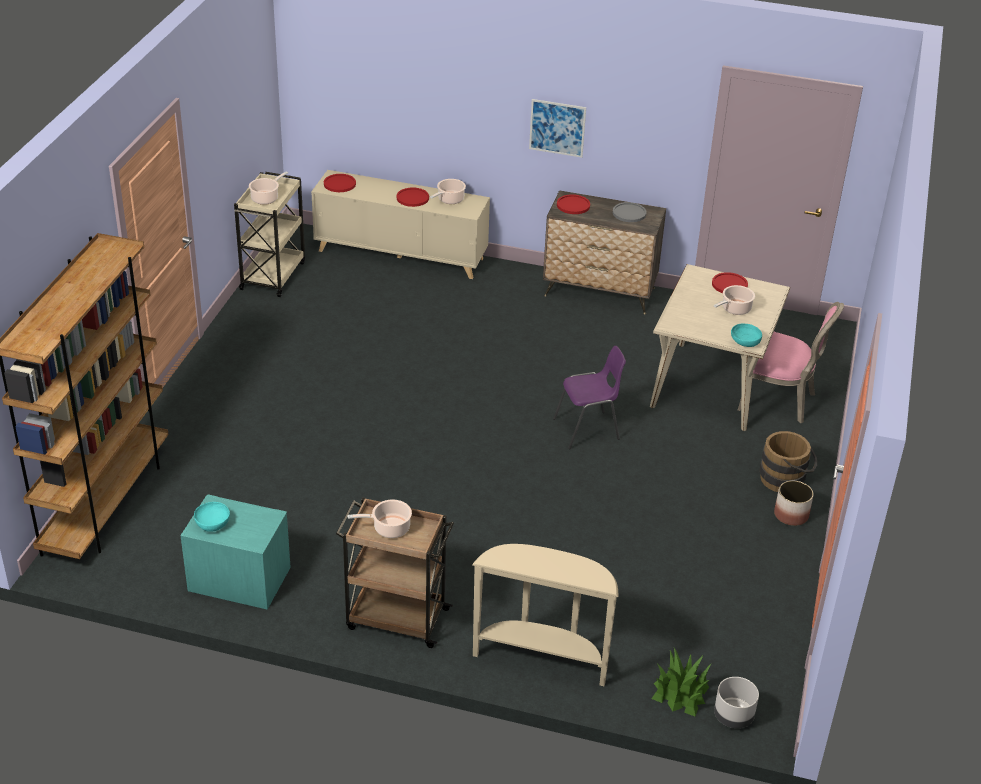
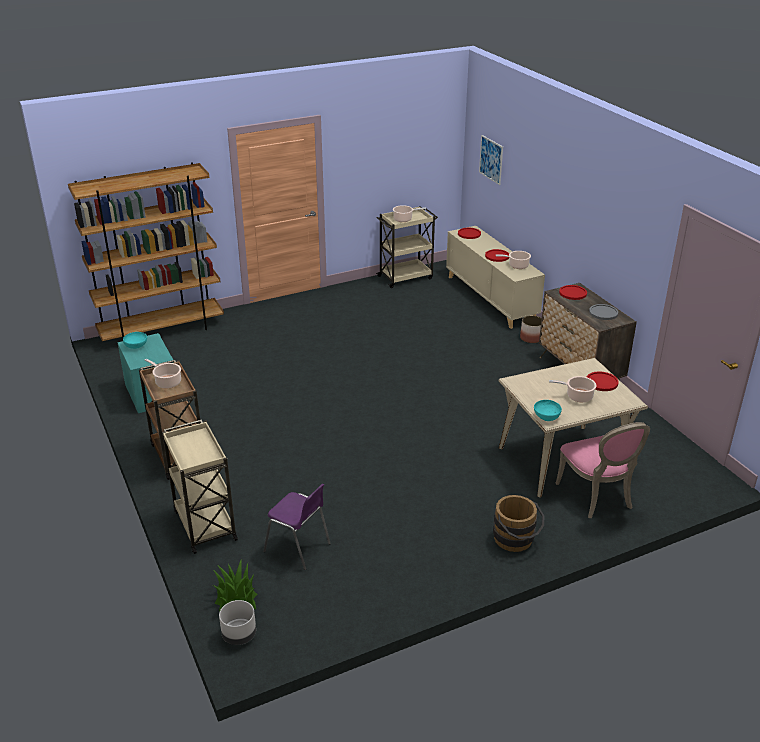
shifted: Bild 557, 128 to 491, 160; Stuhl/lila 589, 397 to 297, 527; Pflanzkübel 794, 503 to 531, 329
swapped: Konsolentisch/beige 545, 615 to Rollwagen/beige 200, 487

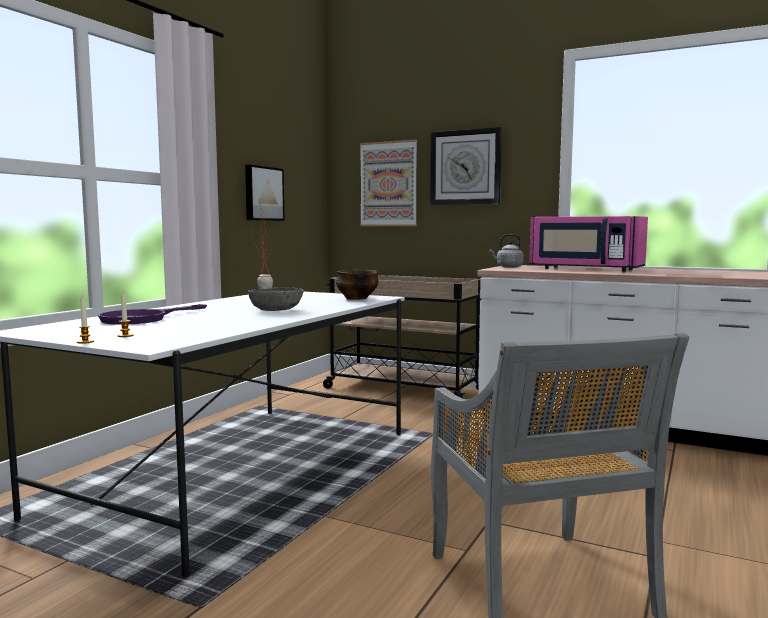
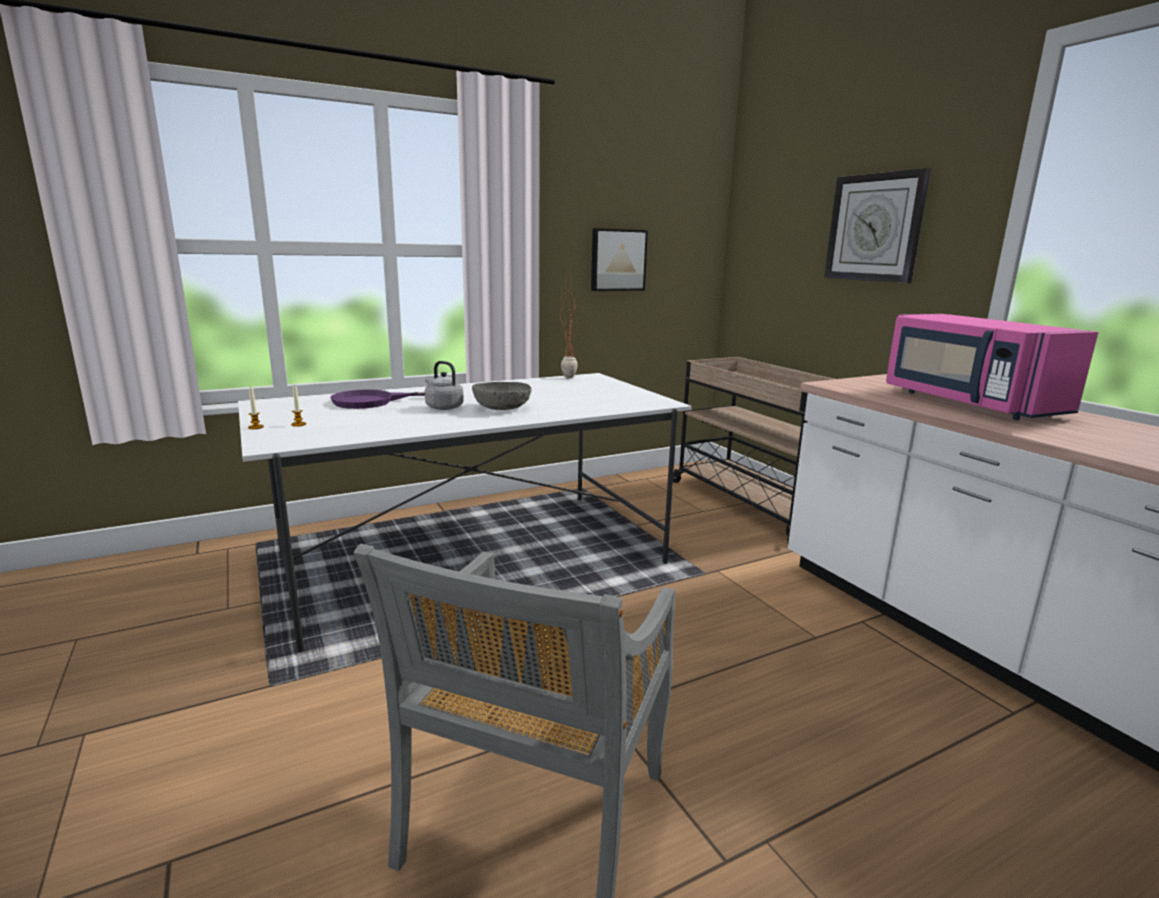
gone: Schüssel 357, 285; Bild 388, 182
shifted: Wasserkessel/grau 506, 250 to 444, 385

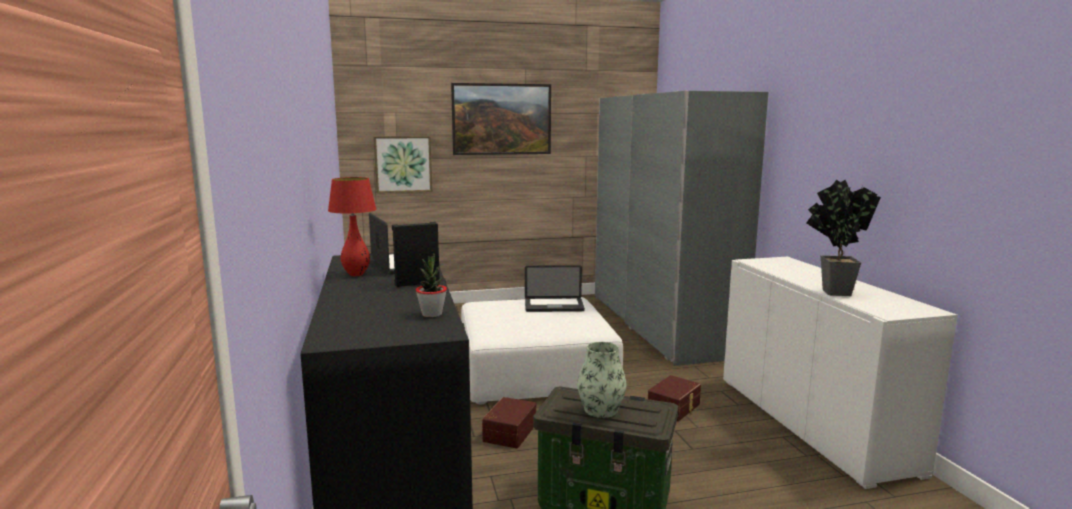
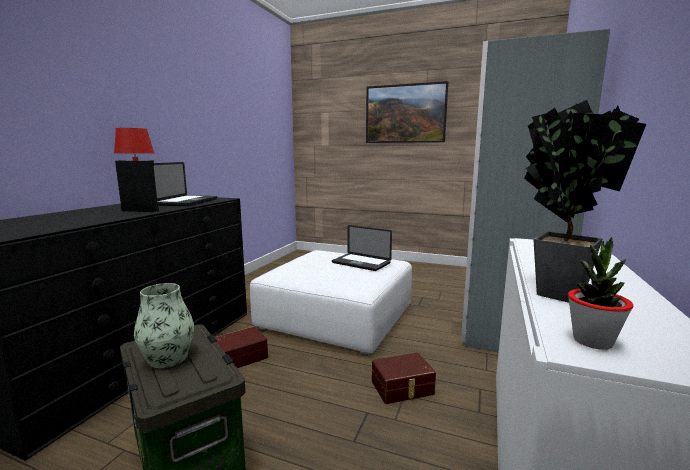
gone: Bild 403, 164
shifted: Topfpflanze 431, 285 to 600, 293

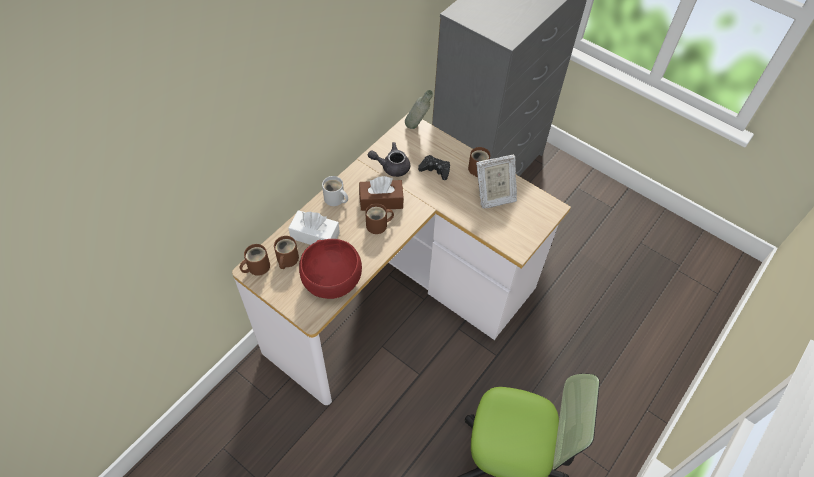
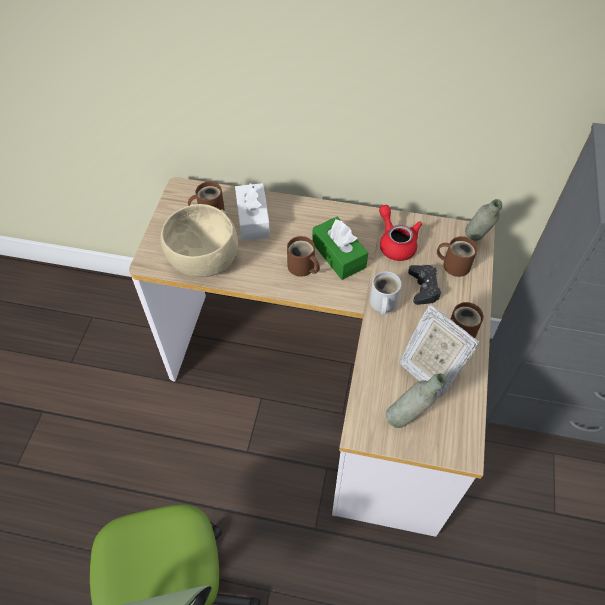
new: Flasche/grau 416, 400
shifted: Henkelbecher/braun 255, 260 to 457, 256; Henkelbecher/weiß 335, 191 to 386, 293
repainted: Schüssel/rot 330, 269 to Schüssel/beige 199, 240; Taschentuchbox/braun 381, 193 to Taschentuchbox/grün 340, 248; Teekanne/grau 389, 159 to Teekanne/rot 400, 233

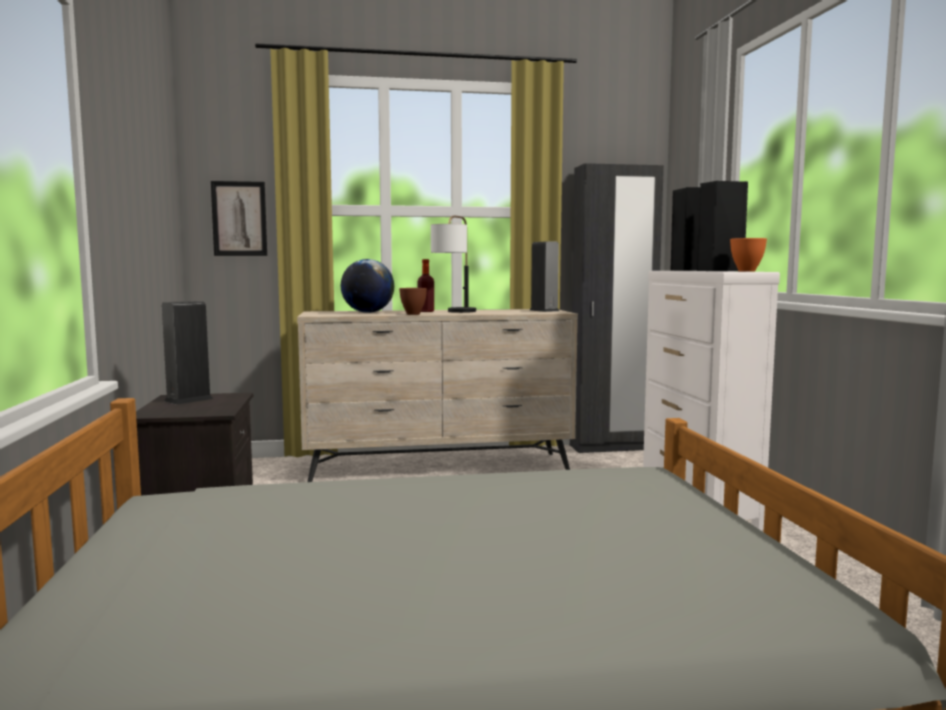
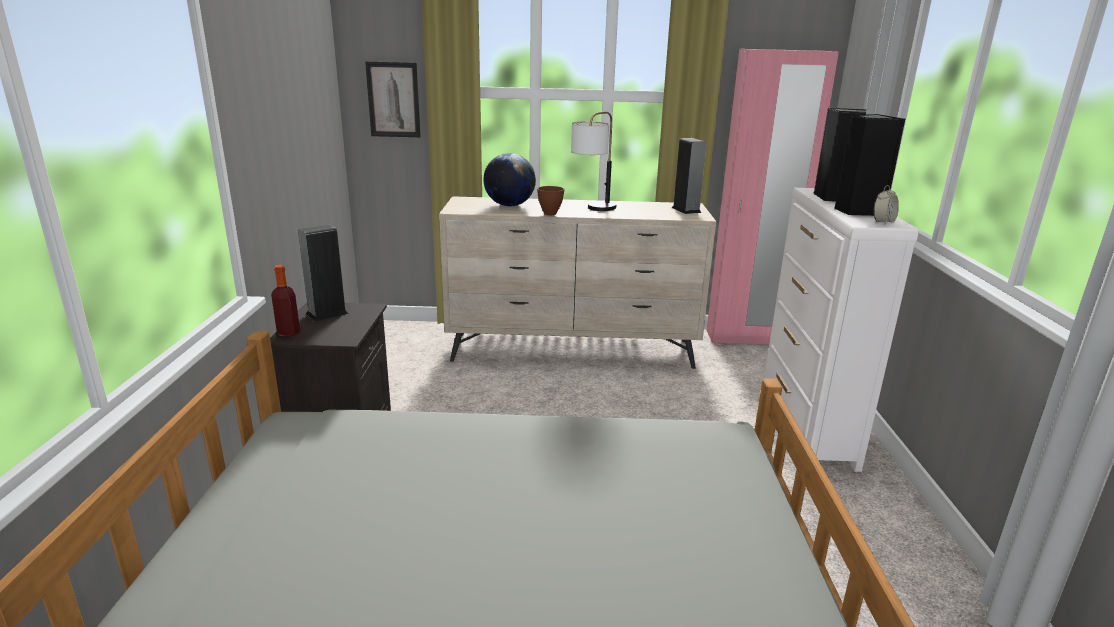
shifted: Flasche 426, 285 to 285, 301
swapped: Schüssel/orange 748, 255 to Wecker 886, 205
repainted: Kleiderschrank/schwarz 617, 308 to Kleiderschrank/rosa 773, 196

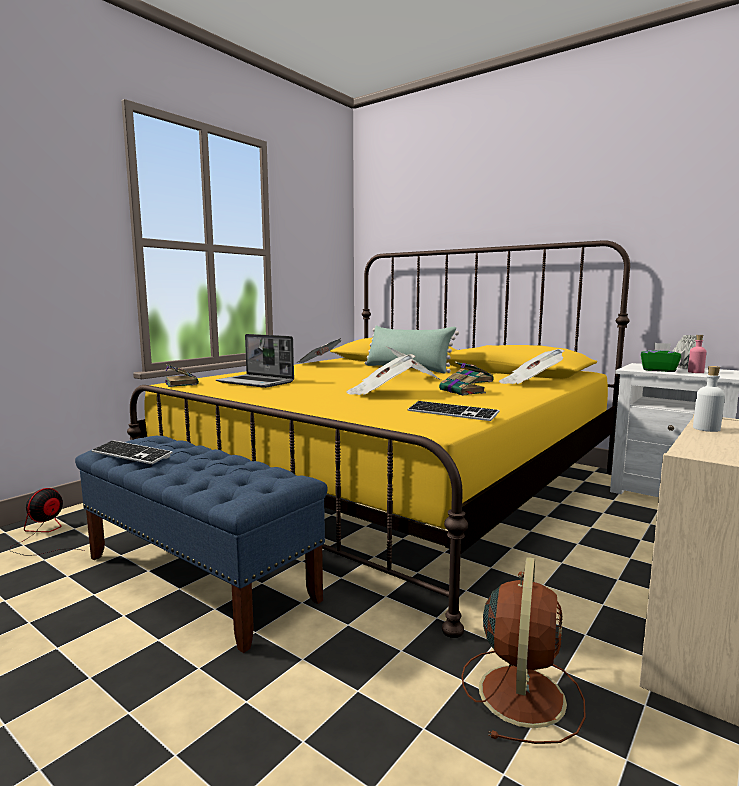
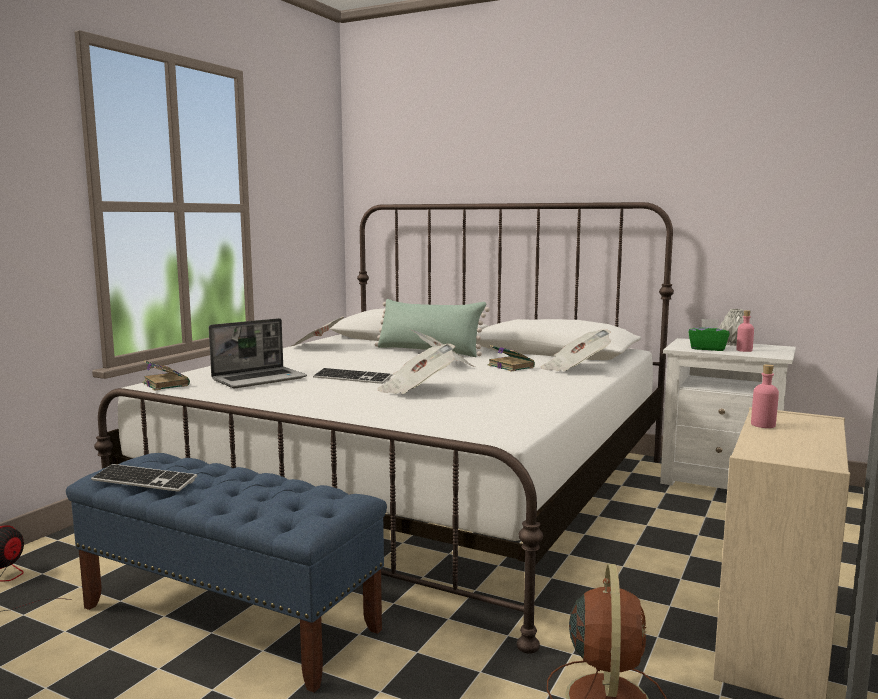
gone: Buch 462, 382
shifted: Tastatur 454, 411 to 352, 376
repainted: Bett/gelb 378, 439 to Bett/weiß 384, 428; Flasche/weiß 709, 399 to Flasche/rosa 765, 396
rotated: Laptop 255, 361 = 258, 353 60 degrees counterclockwise

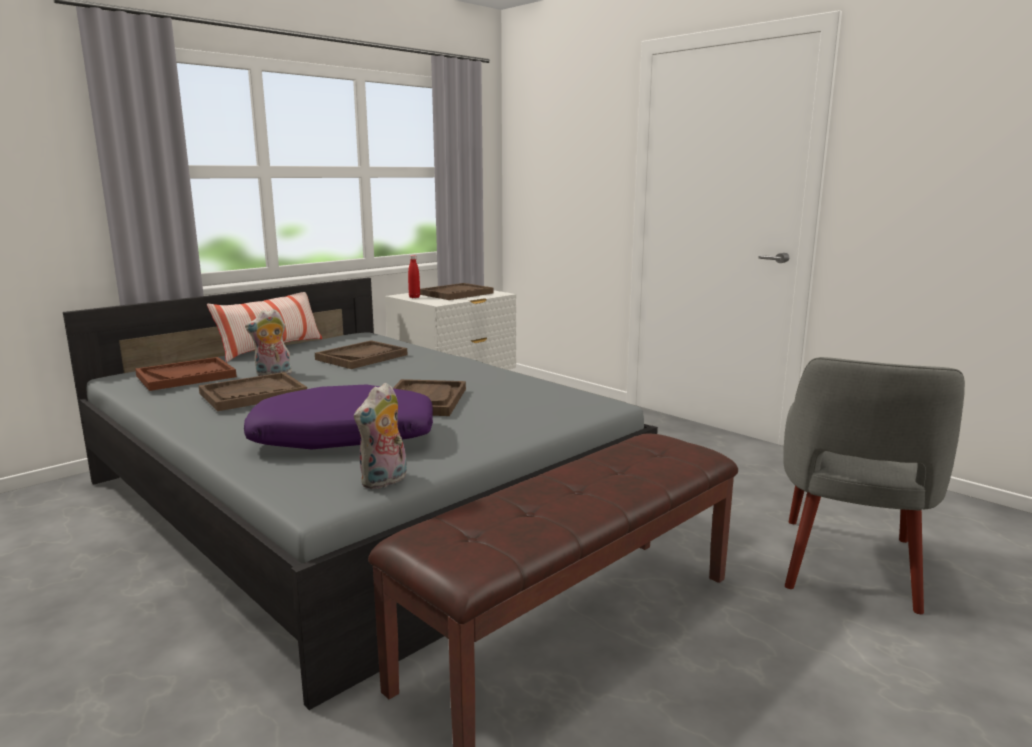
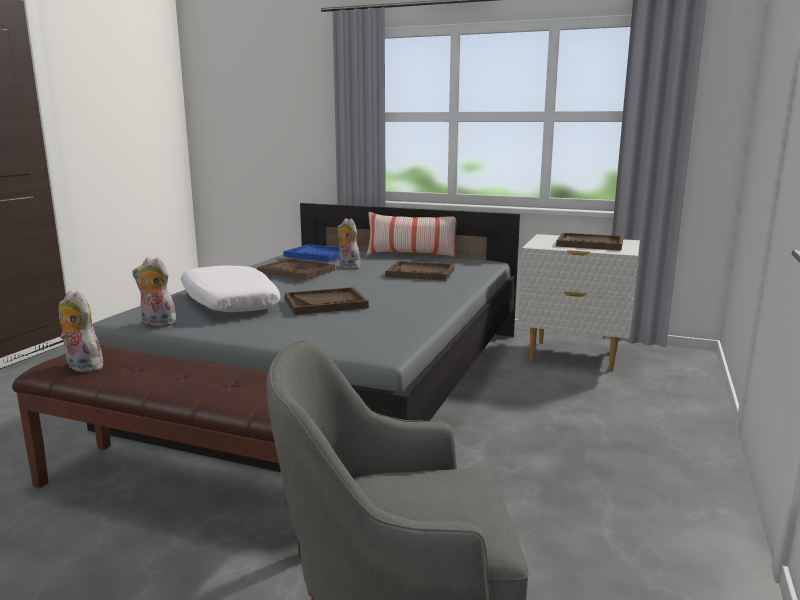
gone: Flasche/rot 414, 276
new: Plüschtier 80, 331
repainted: Tablett/braun 186, 374 to Tablett/blau 311, 253; Kissen/lila 338, 417 to Kissen/weiß 231, 288

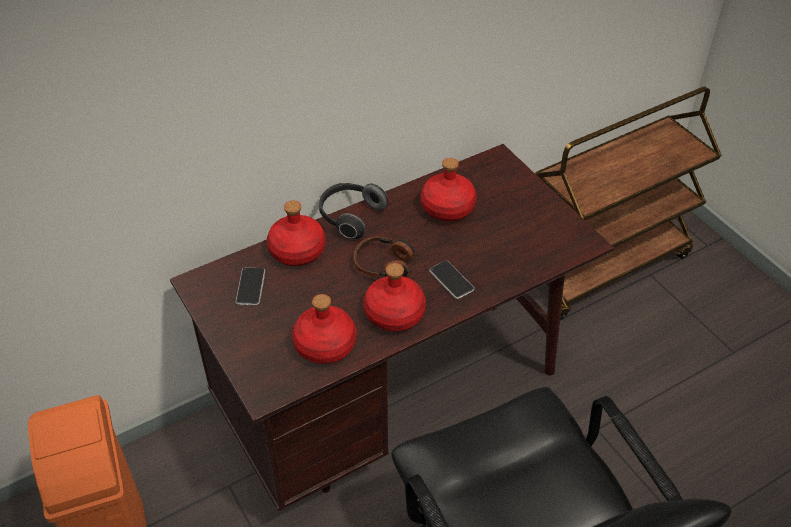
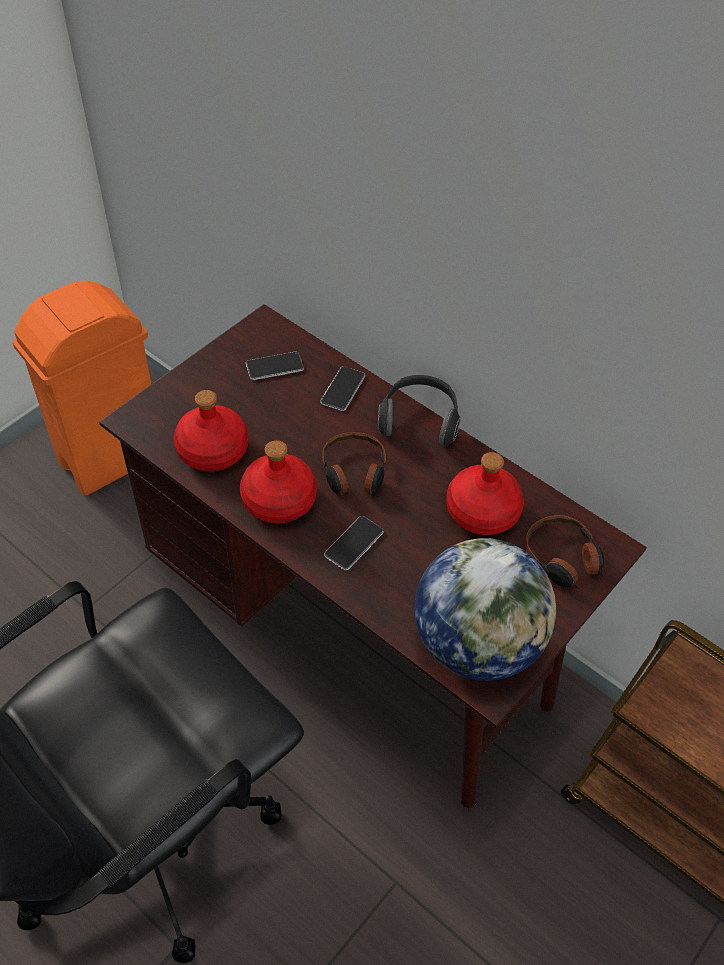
new: Globus 485, 609; Kopfhörer 564, 552
swapped: Flasche/rot 296, 233 to Handy 342, 388

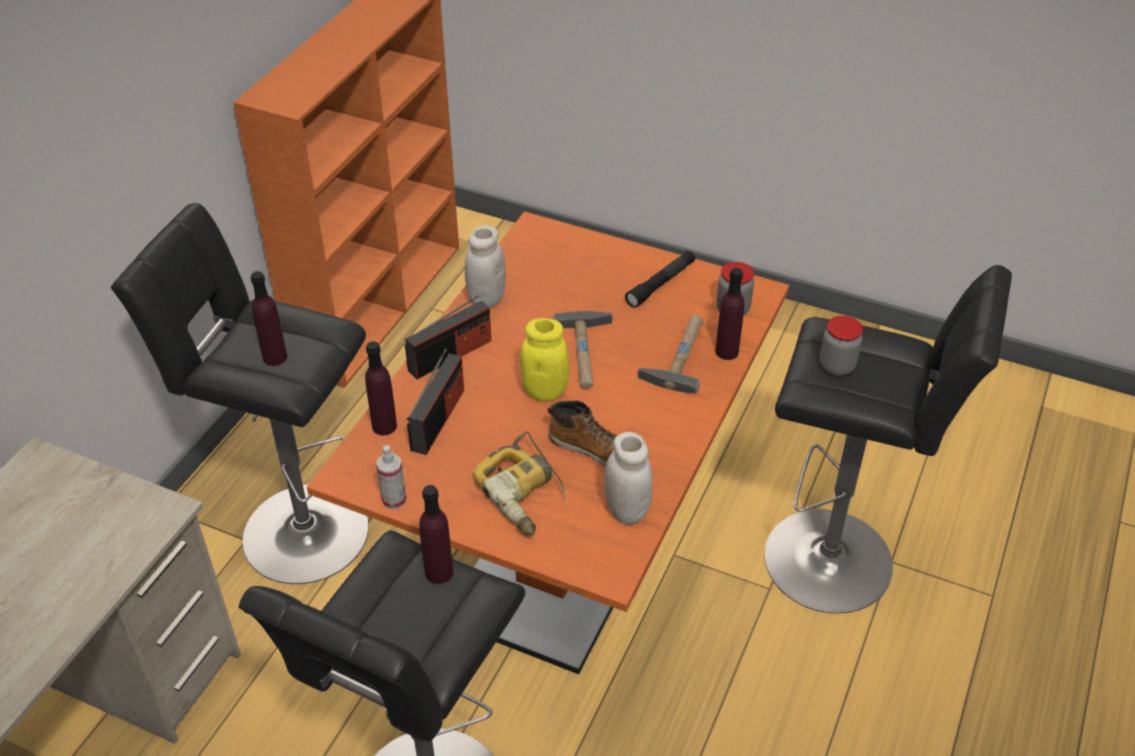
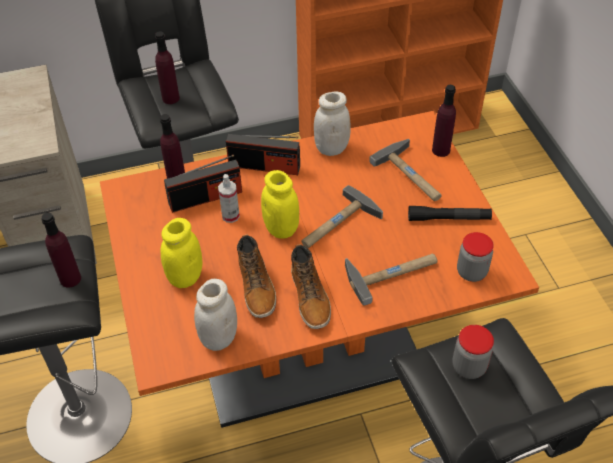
new: Stiefel 311, 286; Hammer 405, 170
shifted: Sprühflasche 391, 477 to 229, 198; Flasche/lila 730, 314 to 444, 121
swapped: Bohrmaschine 519, 483 to Vorratsglas/gelb 182, 253

